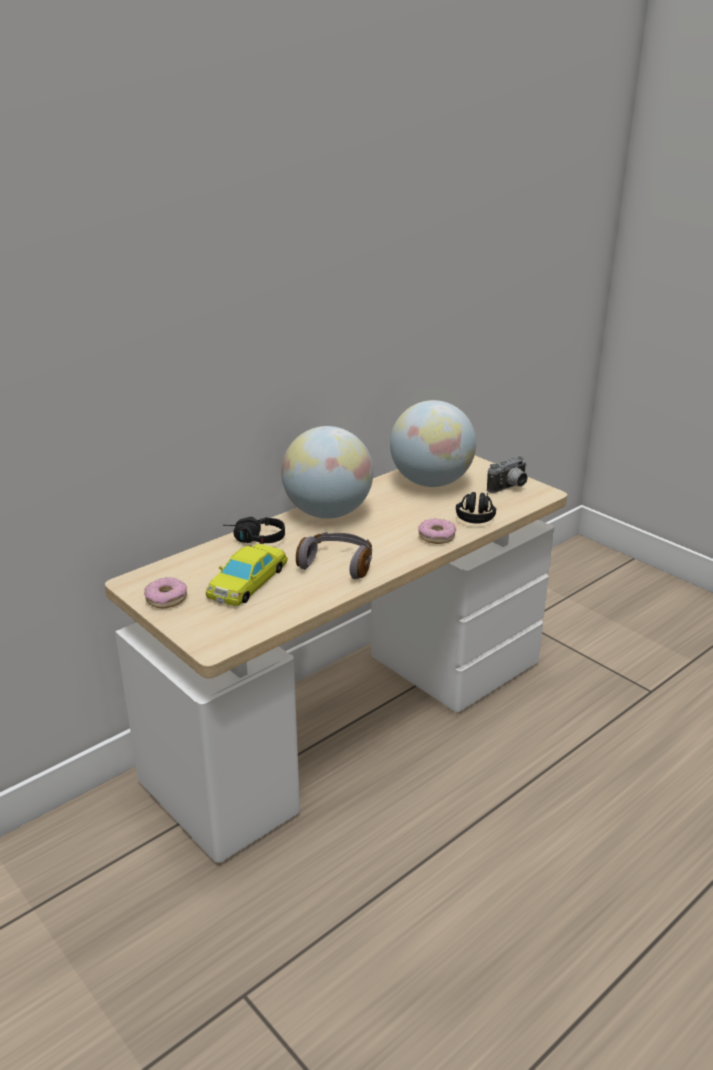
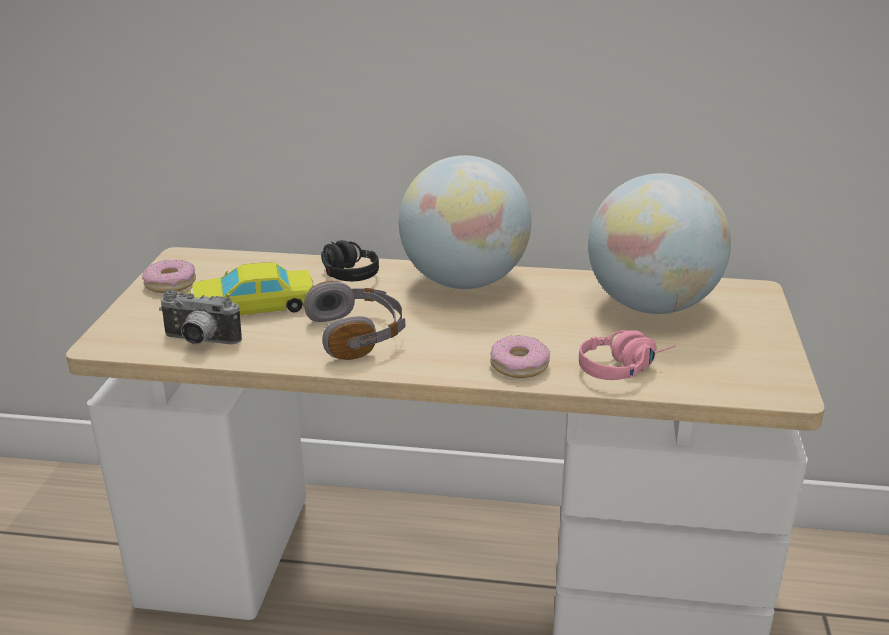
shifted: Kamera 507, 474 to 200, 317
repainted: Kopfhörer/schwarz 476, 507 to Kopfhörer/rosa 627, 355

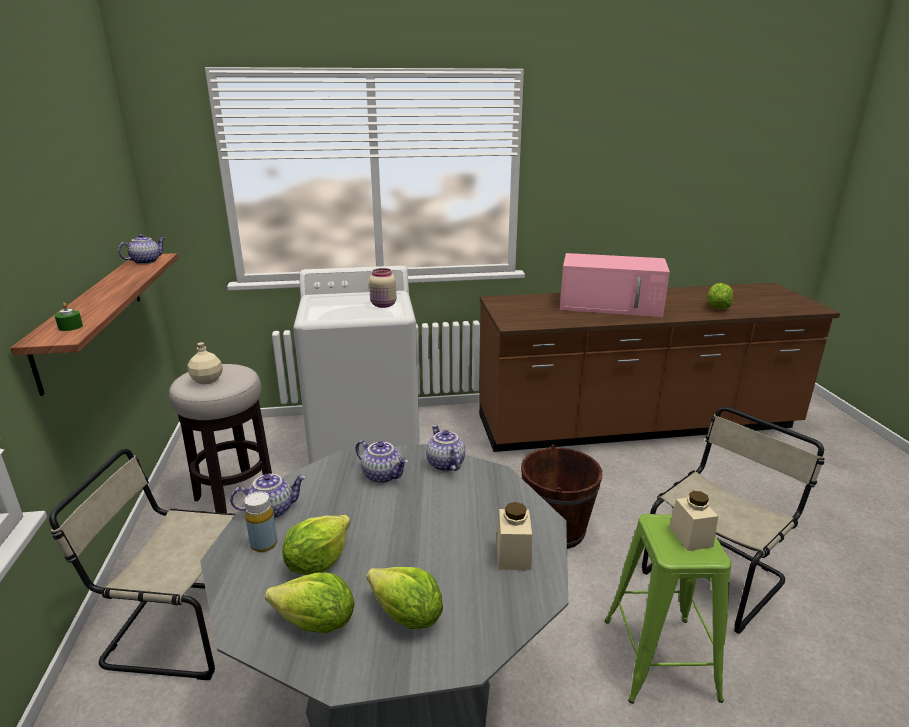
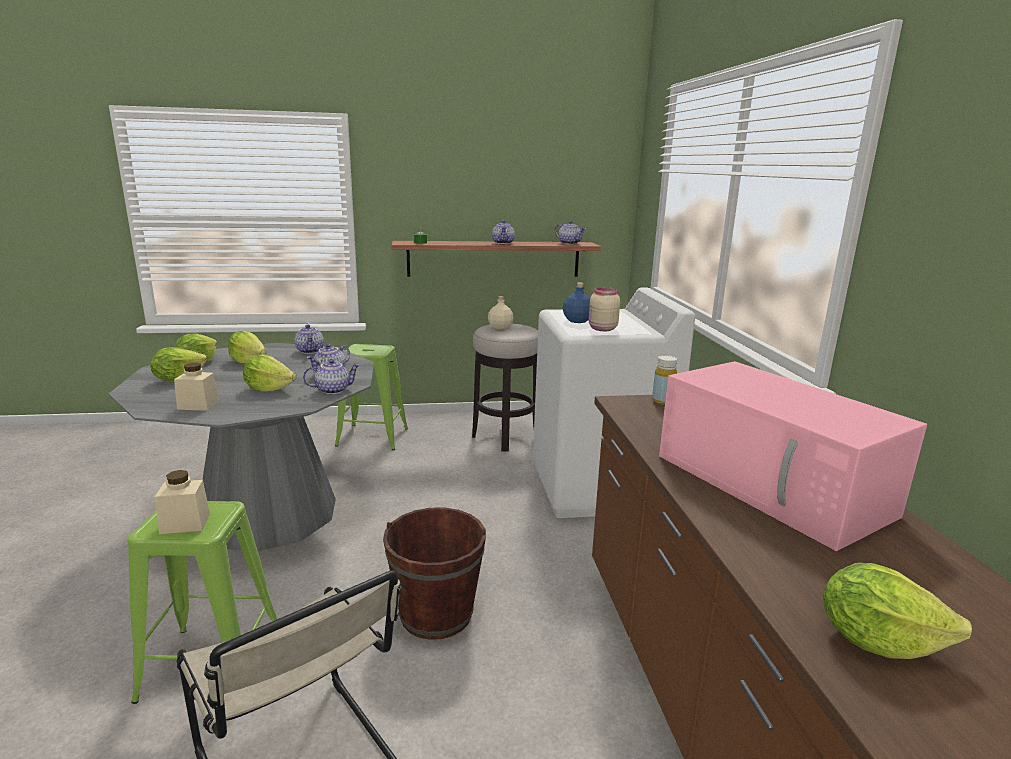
new: Salatkopf 269, 373; Teekanne 503, 232; Flasche/blau 576, 302
shifted: Flasche/gelb 260, 521 to 664, 380
swapped: Stuhl/beige 142, 564 to Hocker/grün 371, 397
rotated: Mikrowelle/rosa 615, 285 = 793, 456 45 degrees counterclockwise

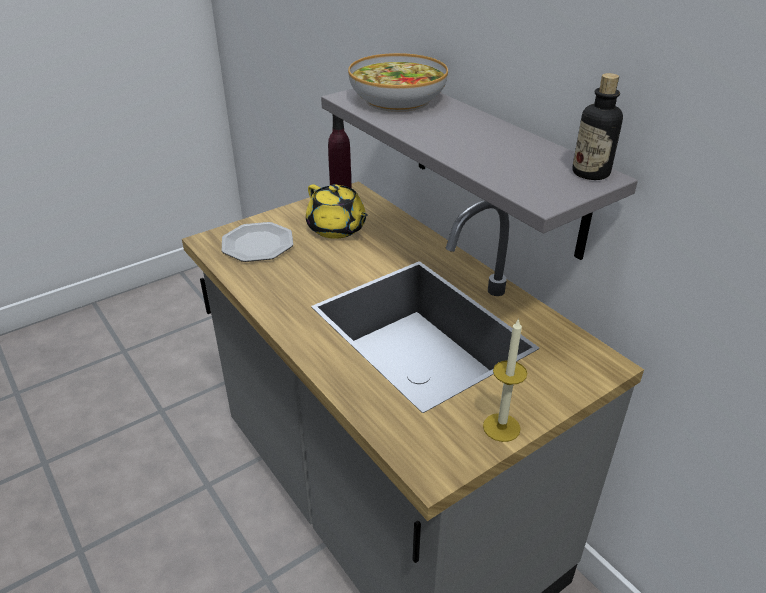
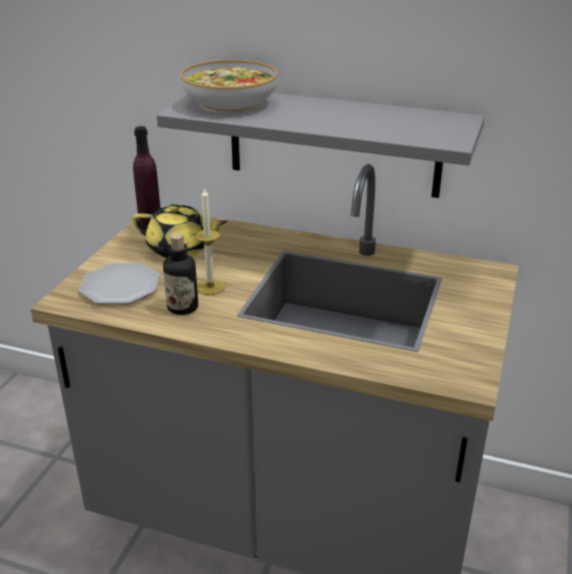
shifted: Kerze 505, 380 to 209, 241; Flasche 598, 126 to 180, 274

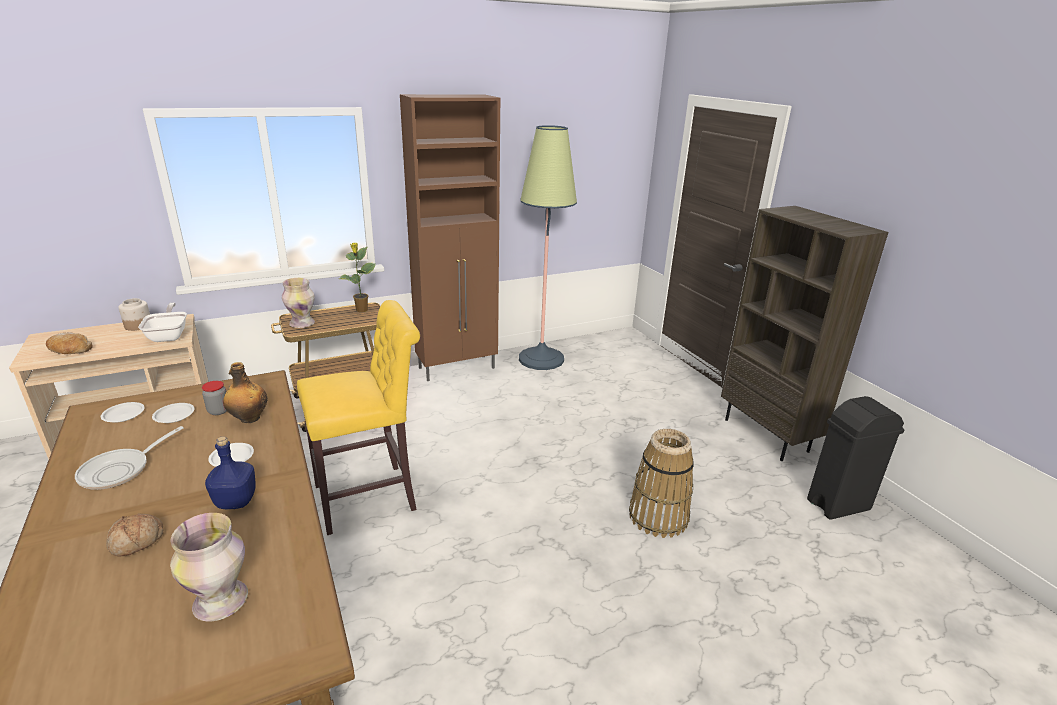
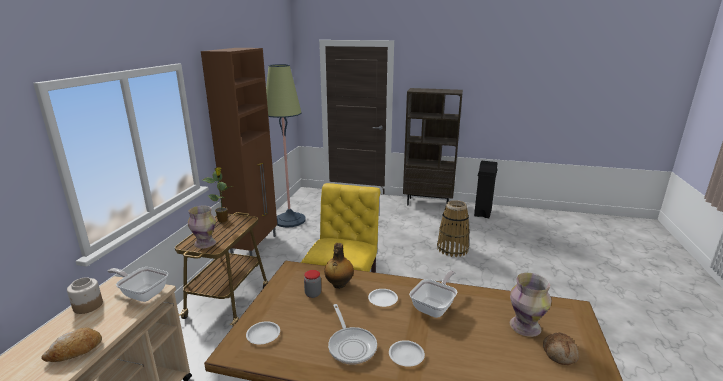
shifted: Brot 135, 535 to 561, 348; Teller/weiß 173, 413 to 407, 353
swapped: Flasche/blau 230, 472 to Pfanne 433, 294

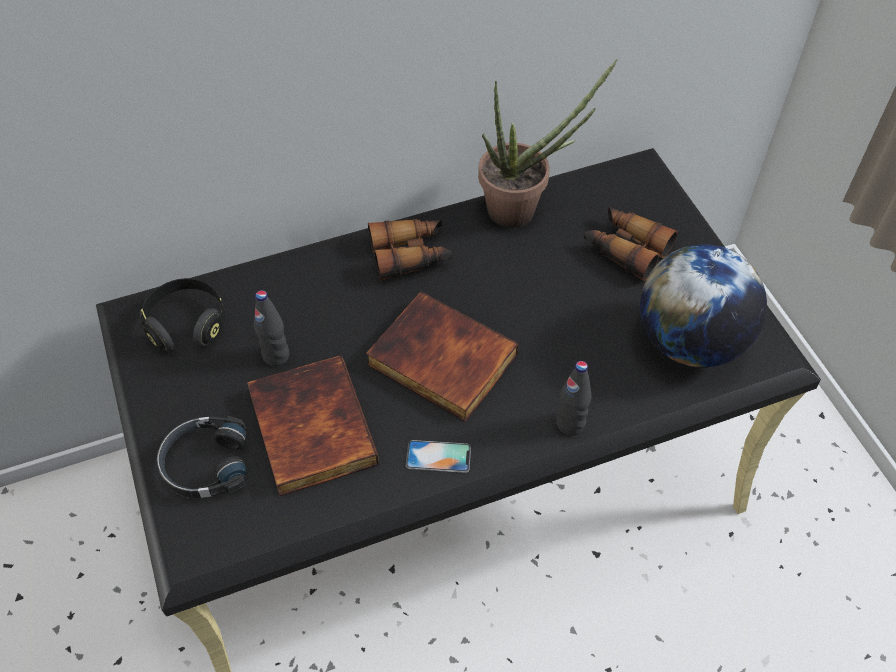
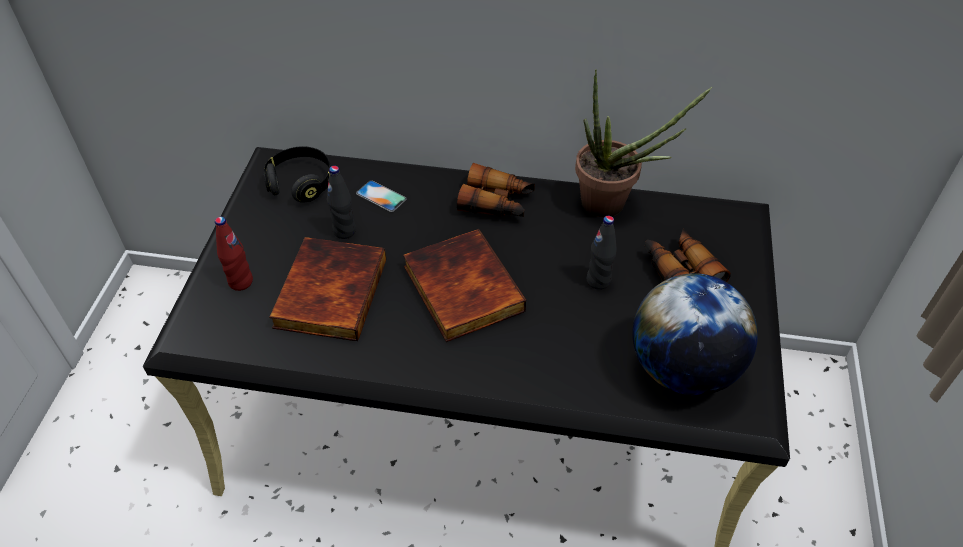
shifted: Handy 438, 456 to 381, 196; Flasche/schwarz 573, 398 to 602, 253
swapped: Kopfhörer/schwarz 202, 457 to Flasche/rot 234, 254

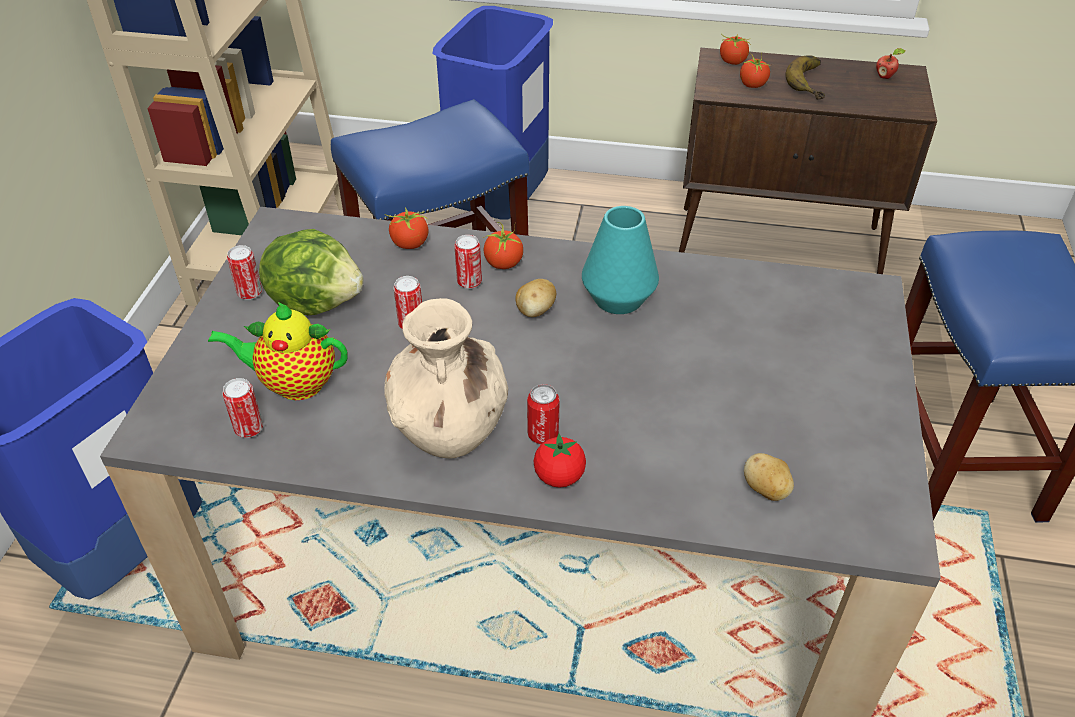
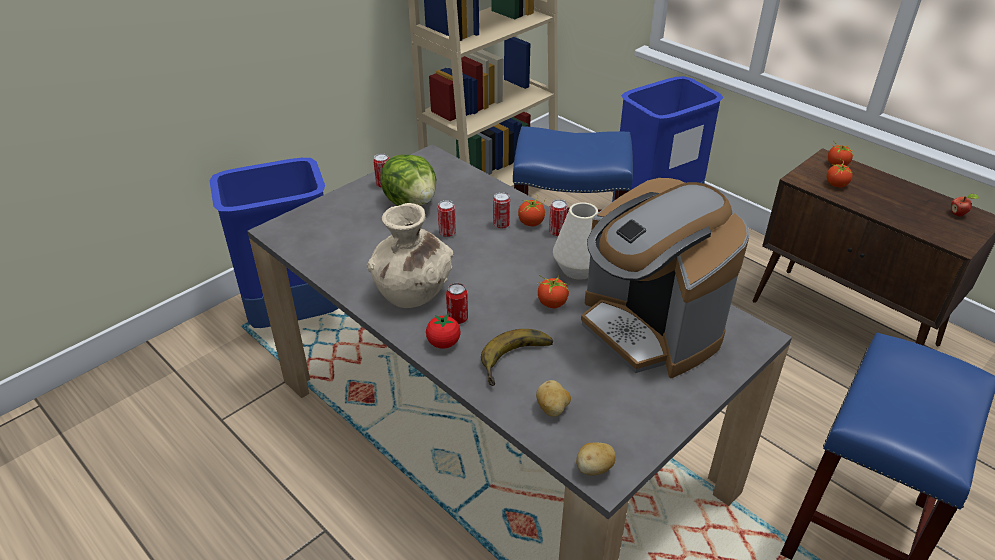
gone: Teekanne 278, 351
new: Kaffeemaschine 665, 278
shifted: Dose 242, 408 to 558, 218; Tomate 407, 228 to 553, 291; Kartoffel 535, 298 to 596, 459; Banane 805, 77 to 517, 357
repainted: Vase/türkis 620, 260 to Vase/weiß 575, 240

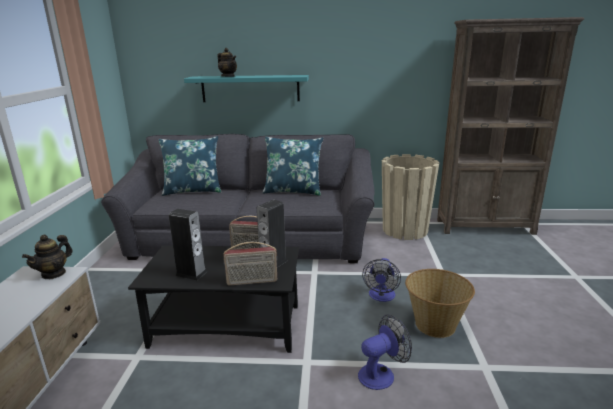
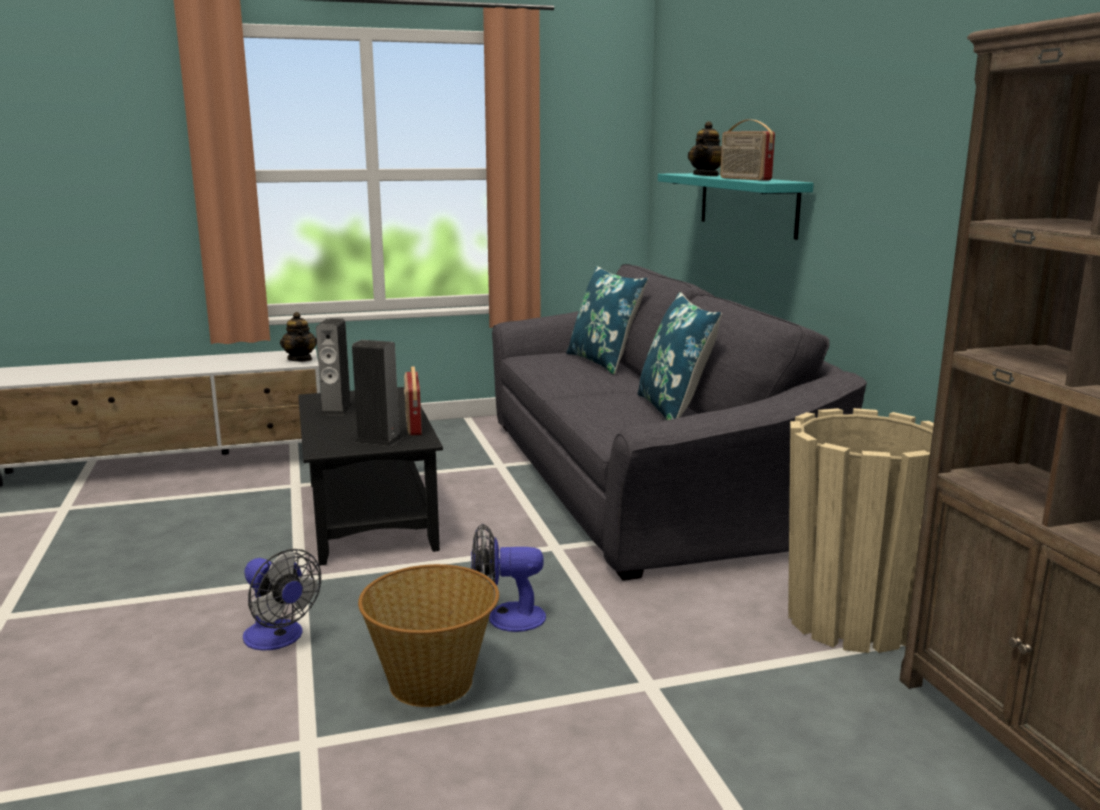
shifted: Radio 250, 264 to 747, 150
rotated: Teekanne 47, 257 = 298, 337 120 degrees counterclockwise

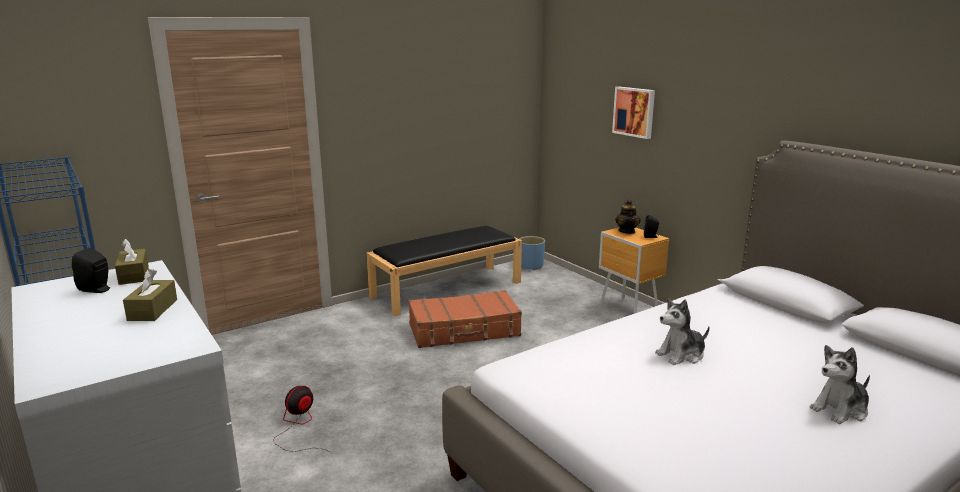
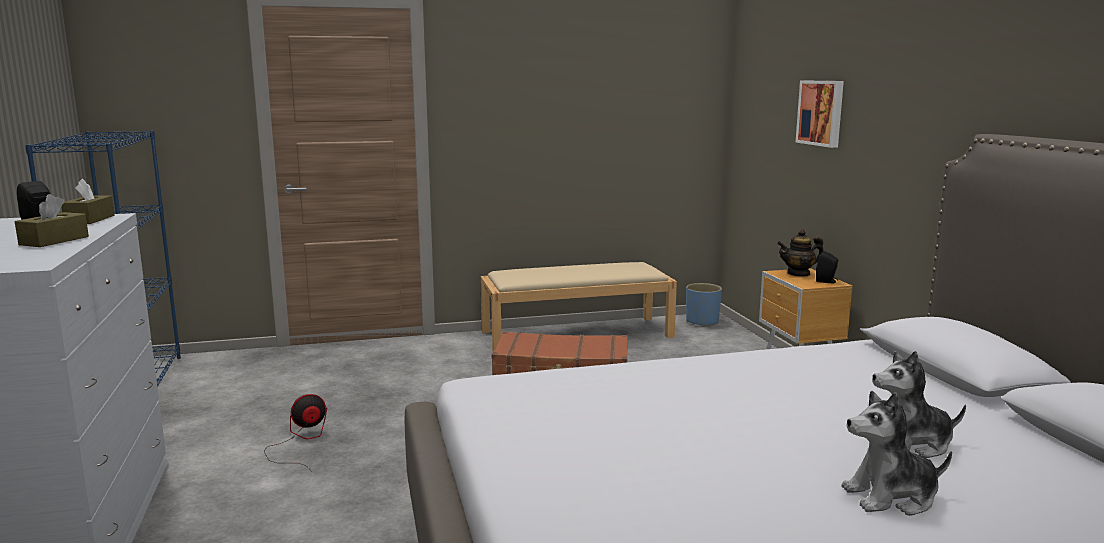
shifted: Plüschtier 682, 332 to 919, 404
repainted: Bank/schwarz 444, 271 to Bank/beige 578, 307
rotated: Teekanne 628, 217 = 800, 253 60 degrees clockwise

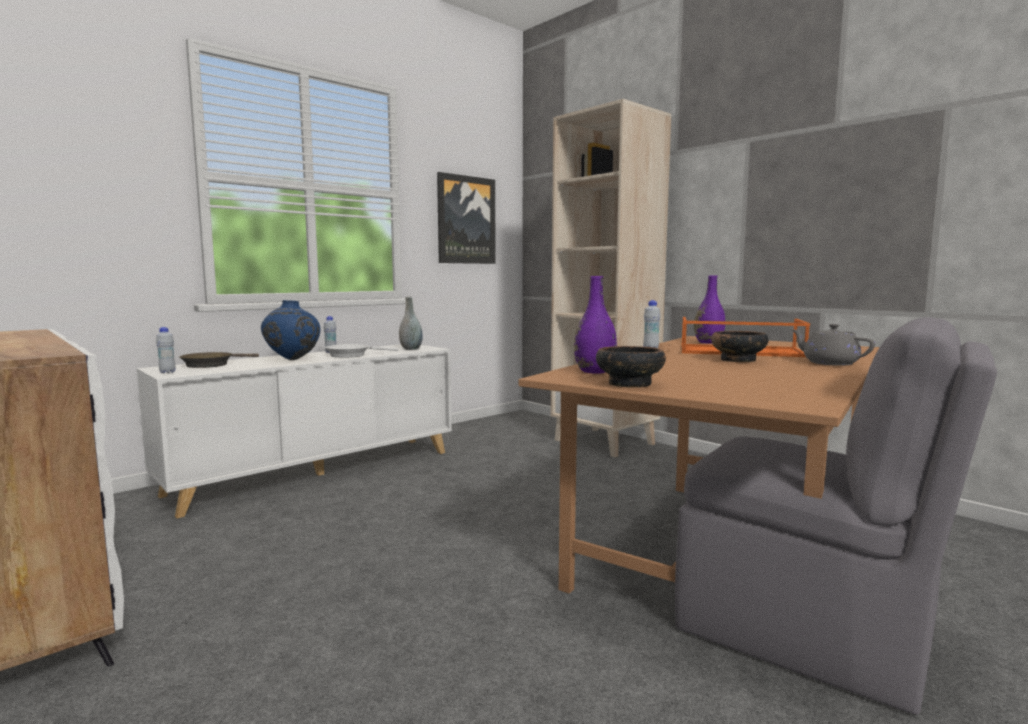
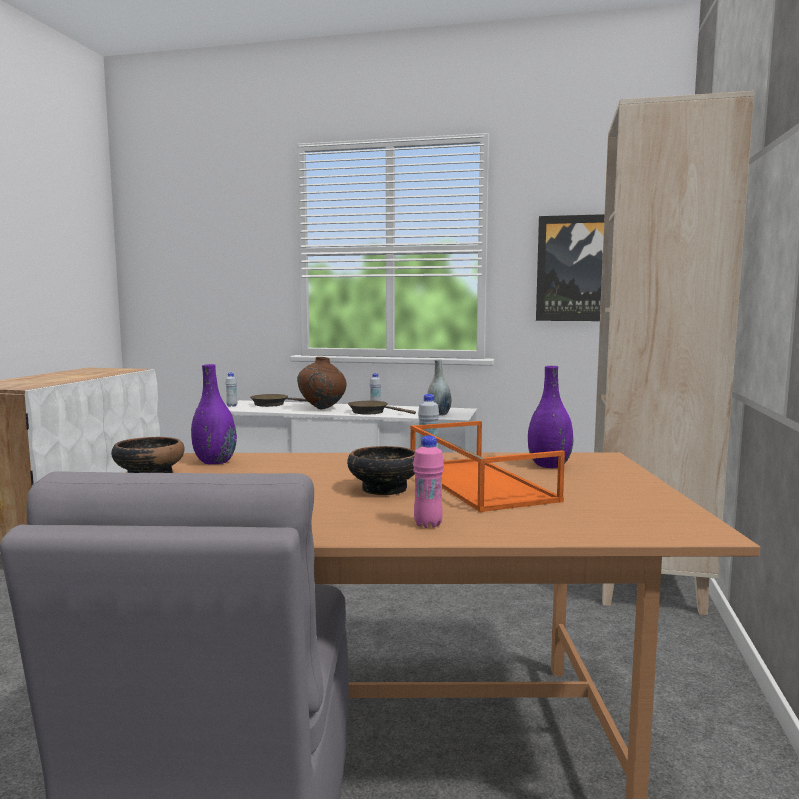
swapped: Teekanne/grau 832, 345 to Flasche/rosa 428, 482
repainted: Vase/blau 290, 330 to Vase/braun 322, 383; Pfanne/weiß 361, 351 to Pfanne/braun 382, 408

